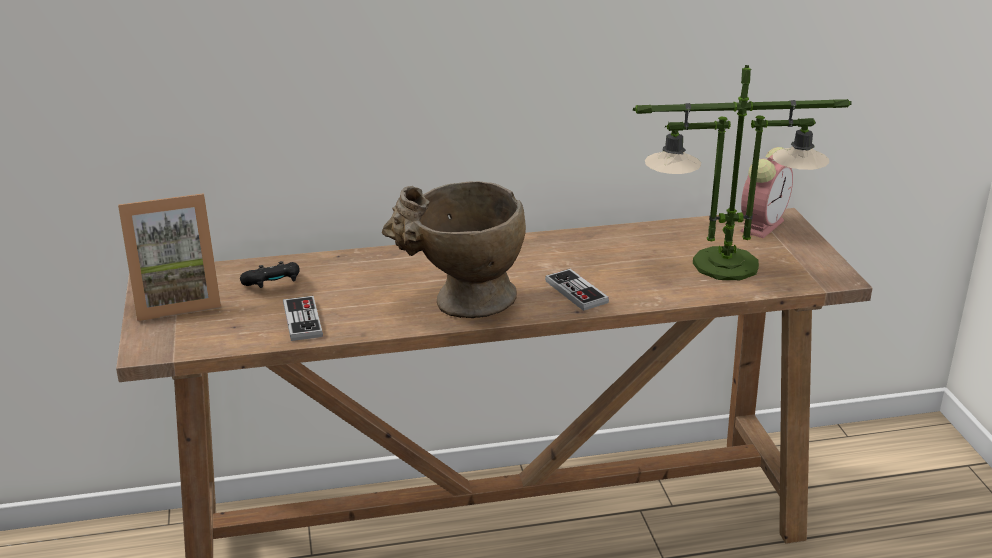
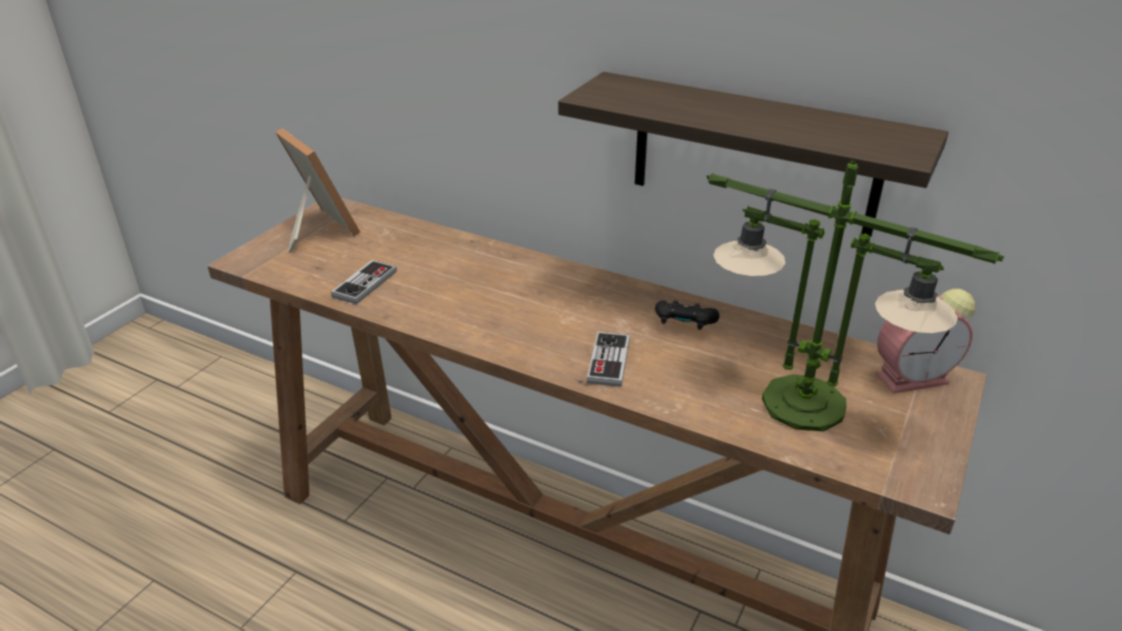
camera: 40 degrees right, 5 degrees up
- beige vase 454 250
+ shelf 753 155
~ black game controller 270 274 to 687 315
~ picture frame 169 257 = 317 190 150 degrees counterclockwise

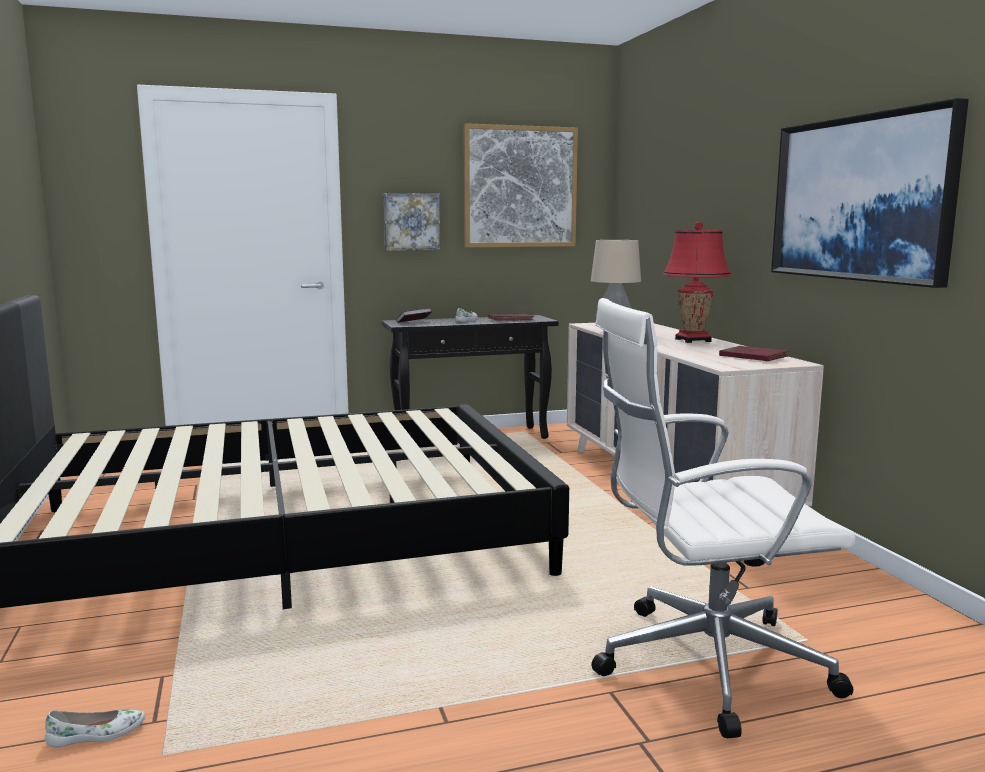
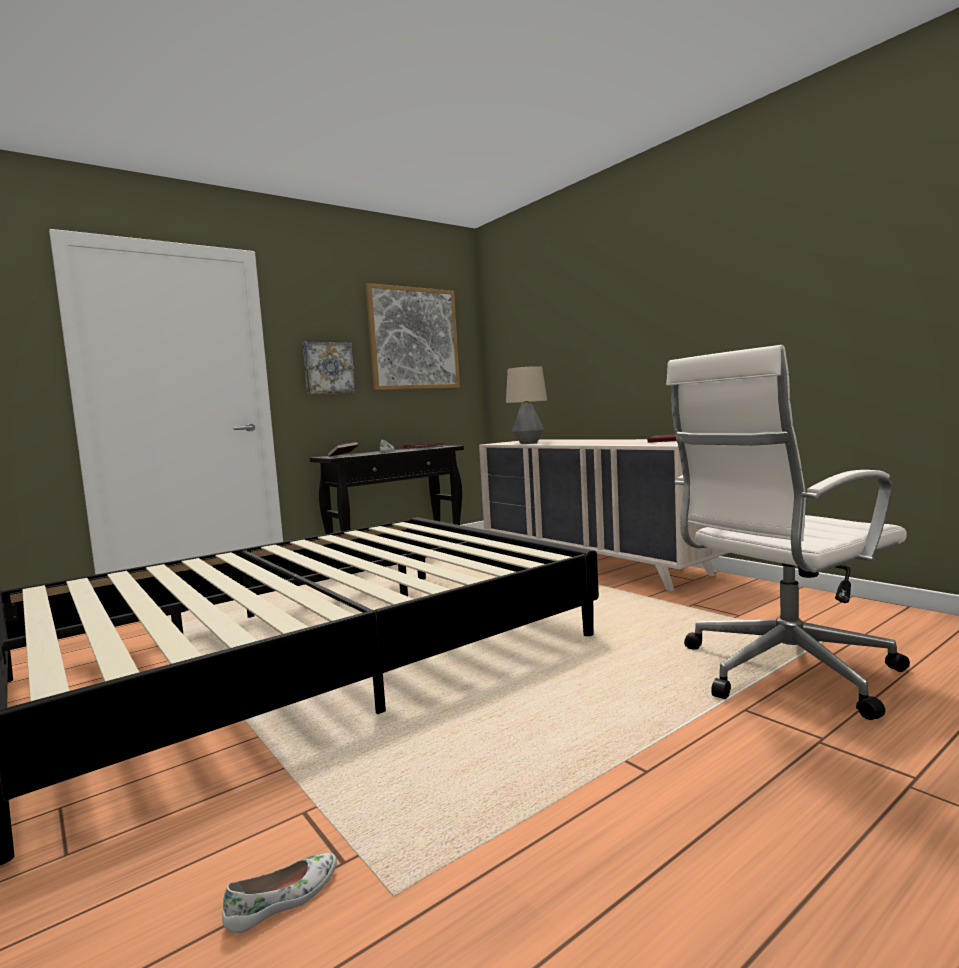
camera: 20 degrees left, 5 degrees down
- red table lamp 697 282
- picture 870 193

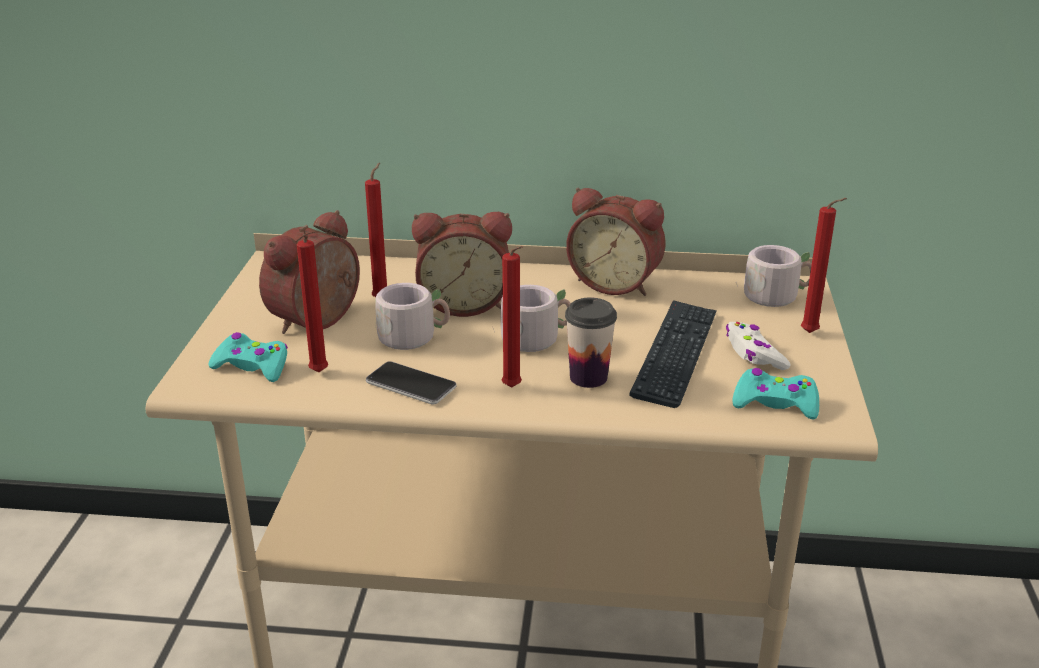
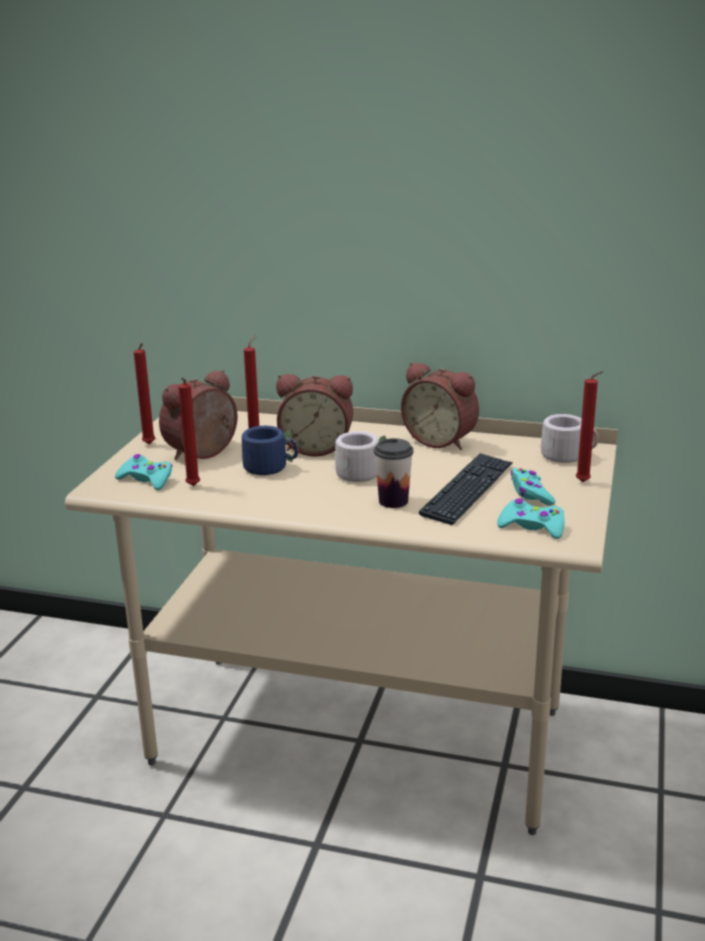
camera: 10 degrees right, 5 degrees down
- phone 411 383
~ red candle 512 316 to 144 393
~ grey mug 412 316 to blue mug 270 450
~ white game controller 758 346 to turquoise game controller 533 487

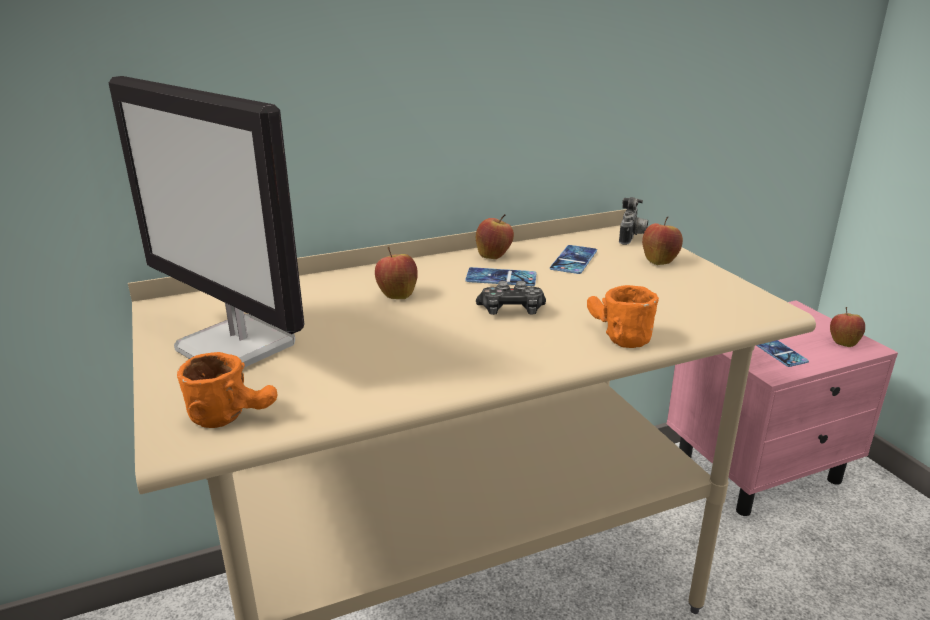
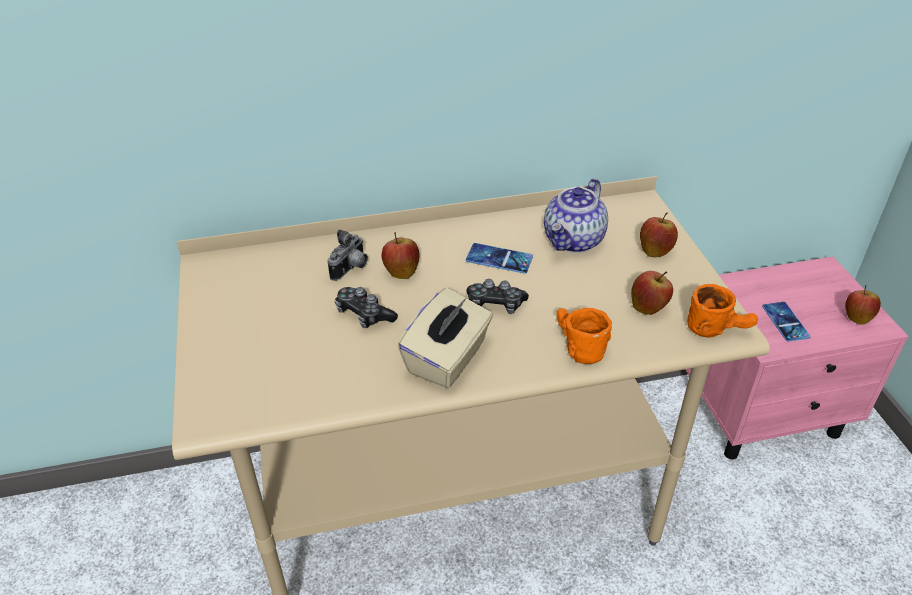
camera: 10 degrees right, 15 degrees up
- monitor 206 222
+ game controller 366 307
+ beige tissue box 445 338
~ orange mug 227 390 to 722 311
~ apple 495 236 to 652 293
~ photo camera 633 221 to 348 255
~ phone 573 259 to teapot 576 216

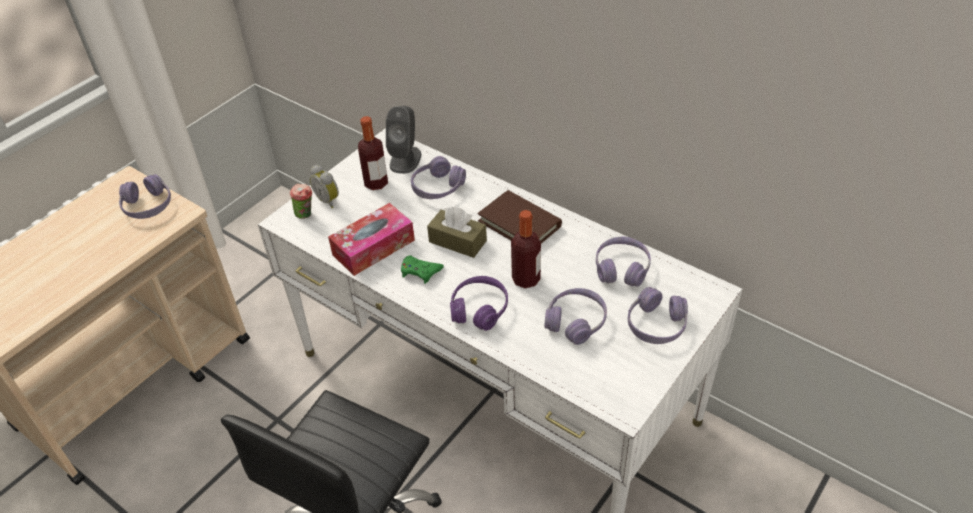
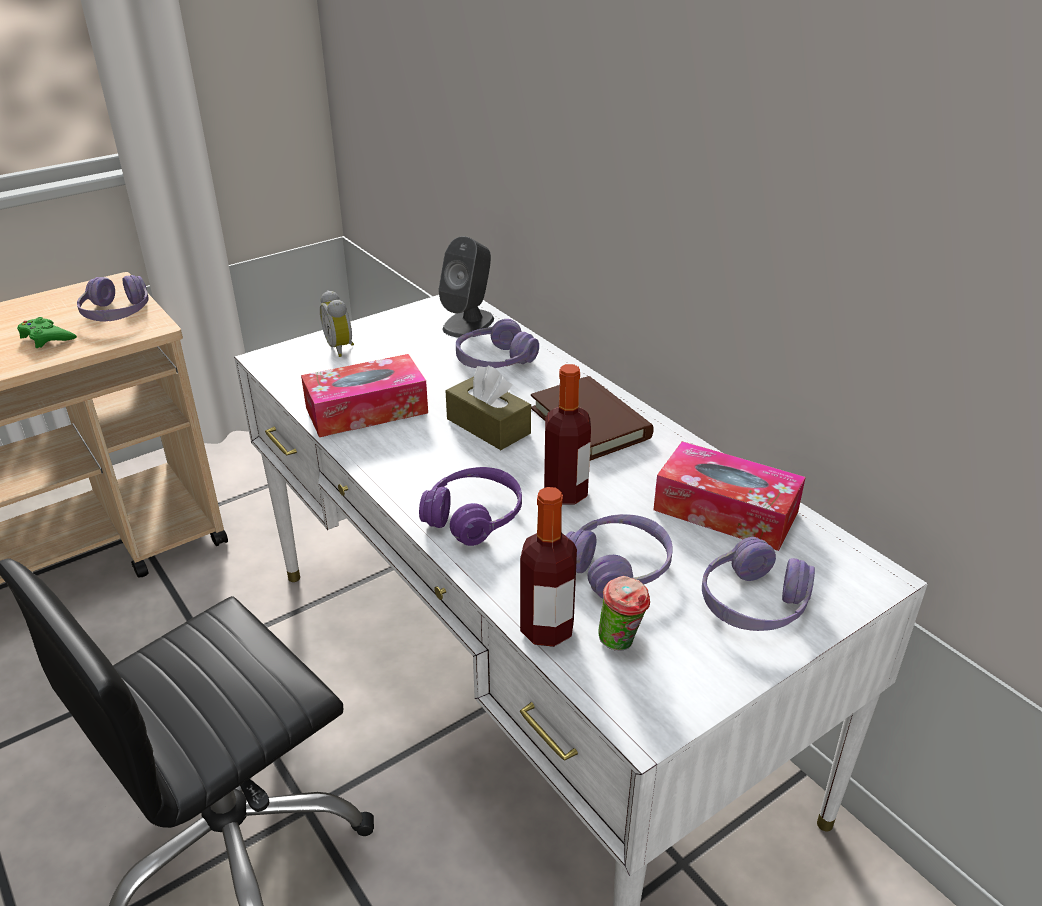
camera: 15 degrees right, 10 degrees down
~ cup 301 201 to 624 613
~ bottle 373 153 to 548 567
~ green game controller 422 269 to 47 332
~ purple headphones 623 262 to tissue box 730 496

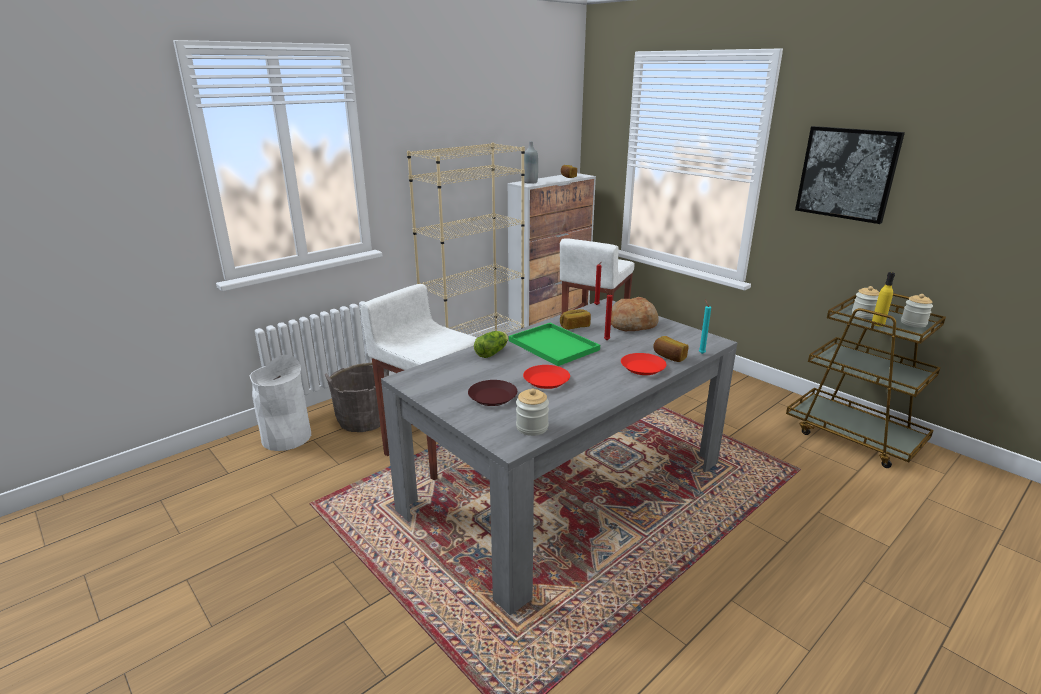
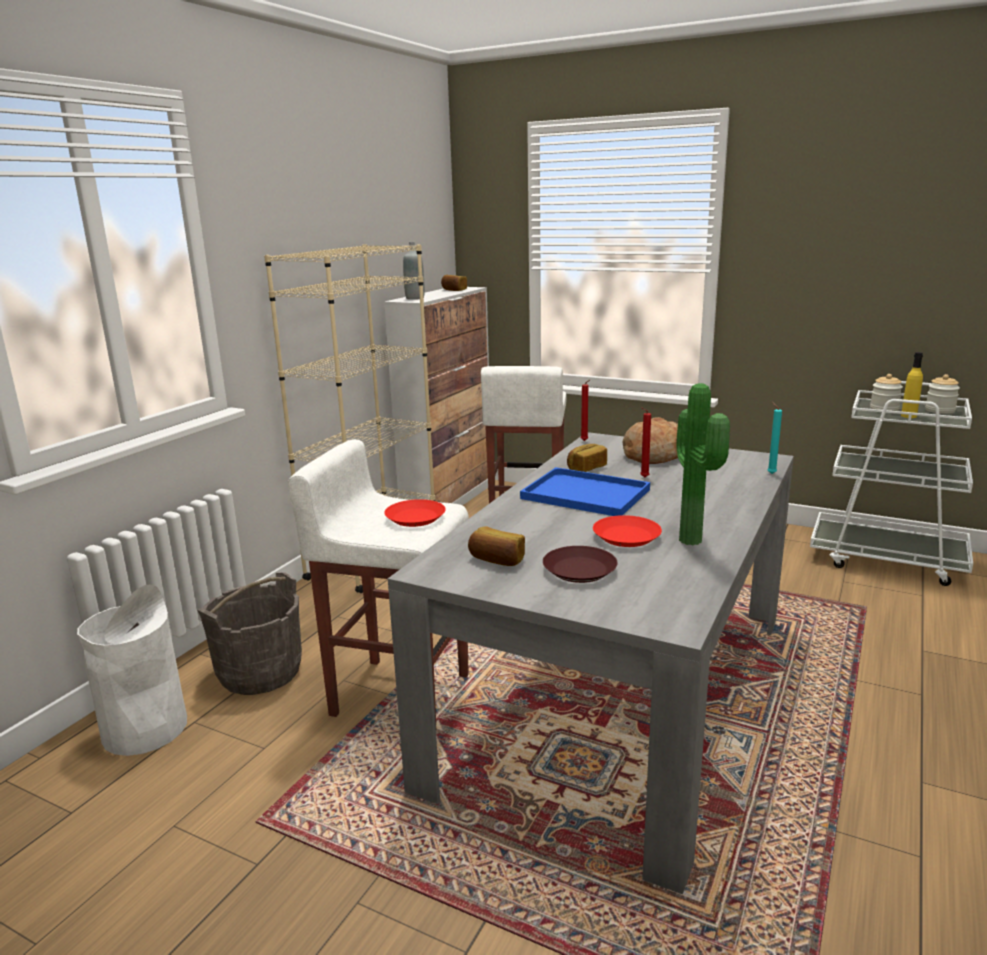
camera: 20 degrees left, 5 degrees down
- lettuce 491 344
- jar 532 412
- picture 850 175
+ potted plant 703 464
~ red plate 644 364 to 415 513
~ bread 671 349 to 496 546
~ green tray 554 344 to blue tray 585 491
~ brown cart 866 380 to white cart 891 483

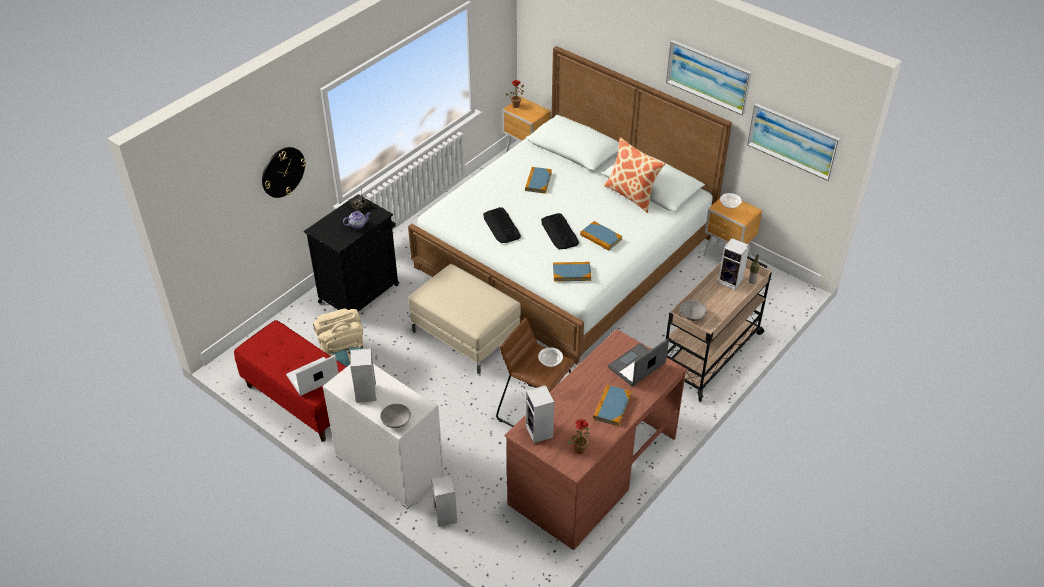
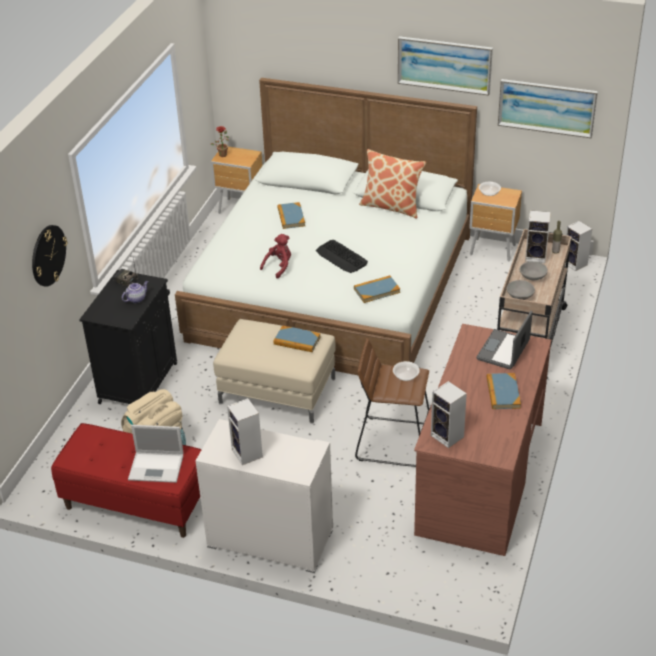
camera: 20 degrees left, 5 degrees down
- potted plant 578 436
~ grey bowl 395 416 to 534 270
~ speaker 444 501 to 578 246
~ book 601 235 to 297 338
~ keyboard 502 225 to red plush toy 275 256
~ laptop 312 375 = 156 454 120 degrees counterclockwise

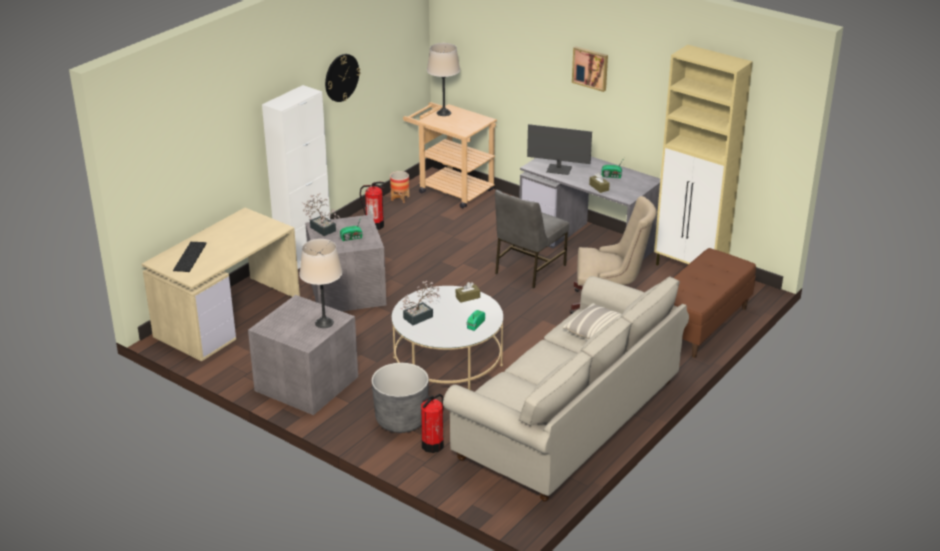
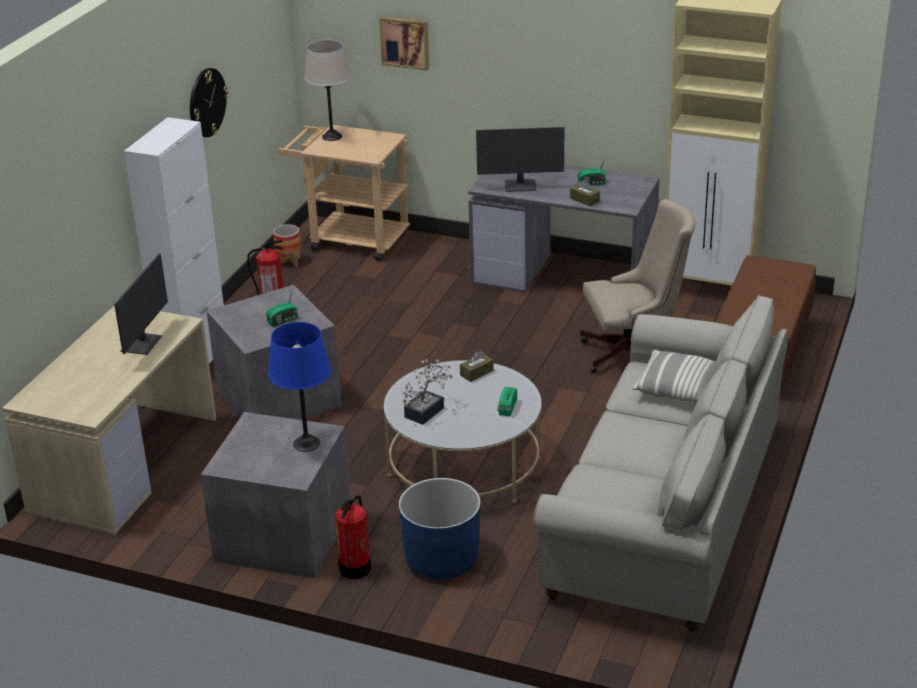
camera: 15 degrees left, 0 degrees up
- keyboard 190 257
- potted plant 320 214
- grey chair 532 239
+ monitor 141 304
~ fire extinguisher 432 423 to 353 537
~ picture 590 69 to 404 44
~ beige table lamp 320 283 to blue table lamp 299 387
~ grey planter 400 398 to blue planter 440 528

